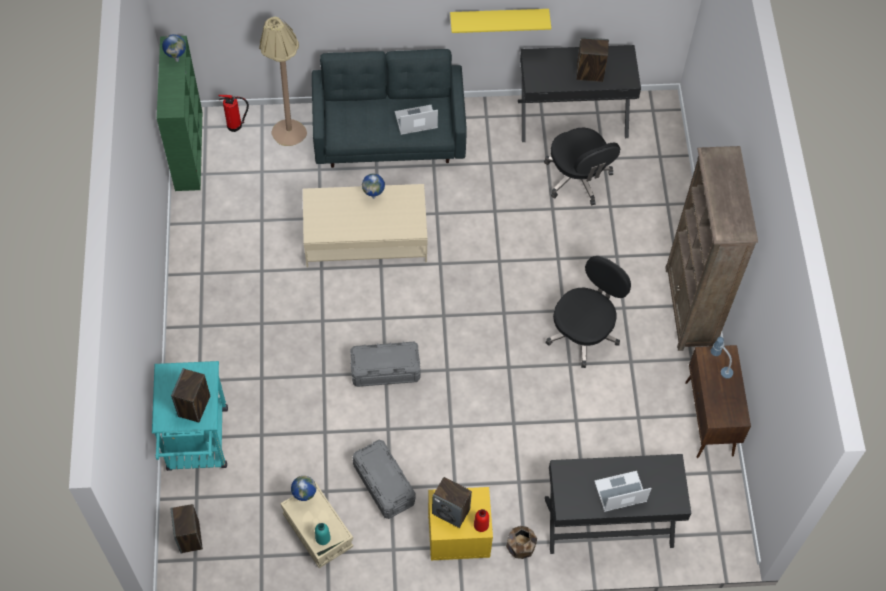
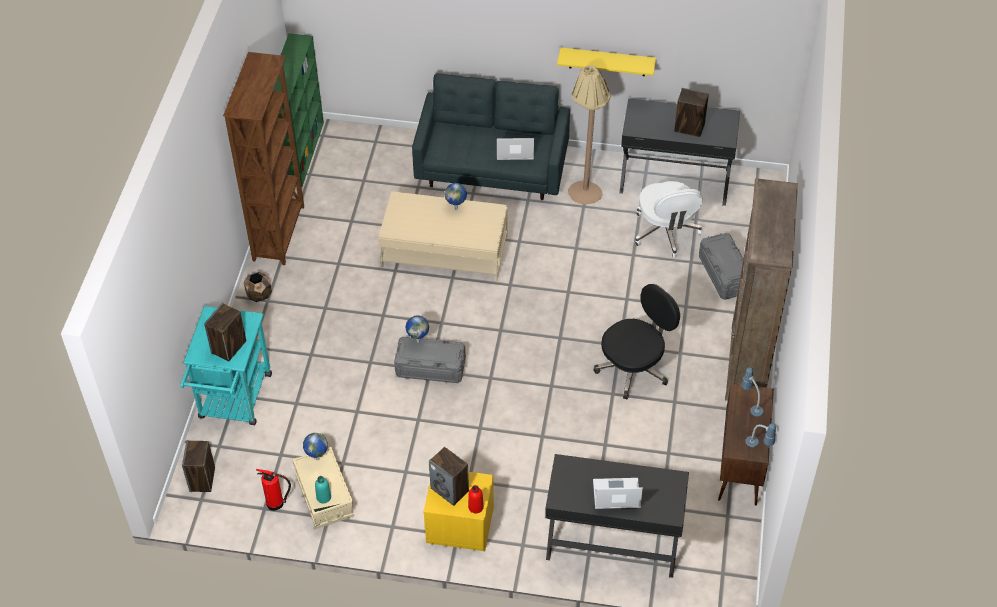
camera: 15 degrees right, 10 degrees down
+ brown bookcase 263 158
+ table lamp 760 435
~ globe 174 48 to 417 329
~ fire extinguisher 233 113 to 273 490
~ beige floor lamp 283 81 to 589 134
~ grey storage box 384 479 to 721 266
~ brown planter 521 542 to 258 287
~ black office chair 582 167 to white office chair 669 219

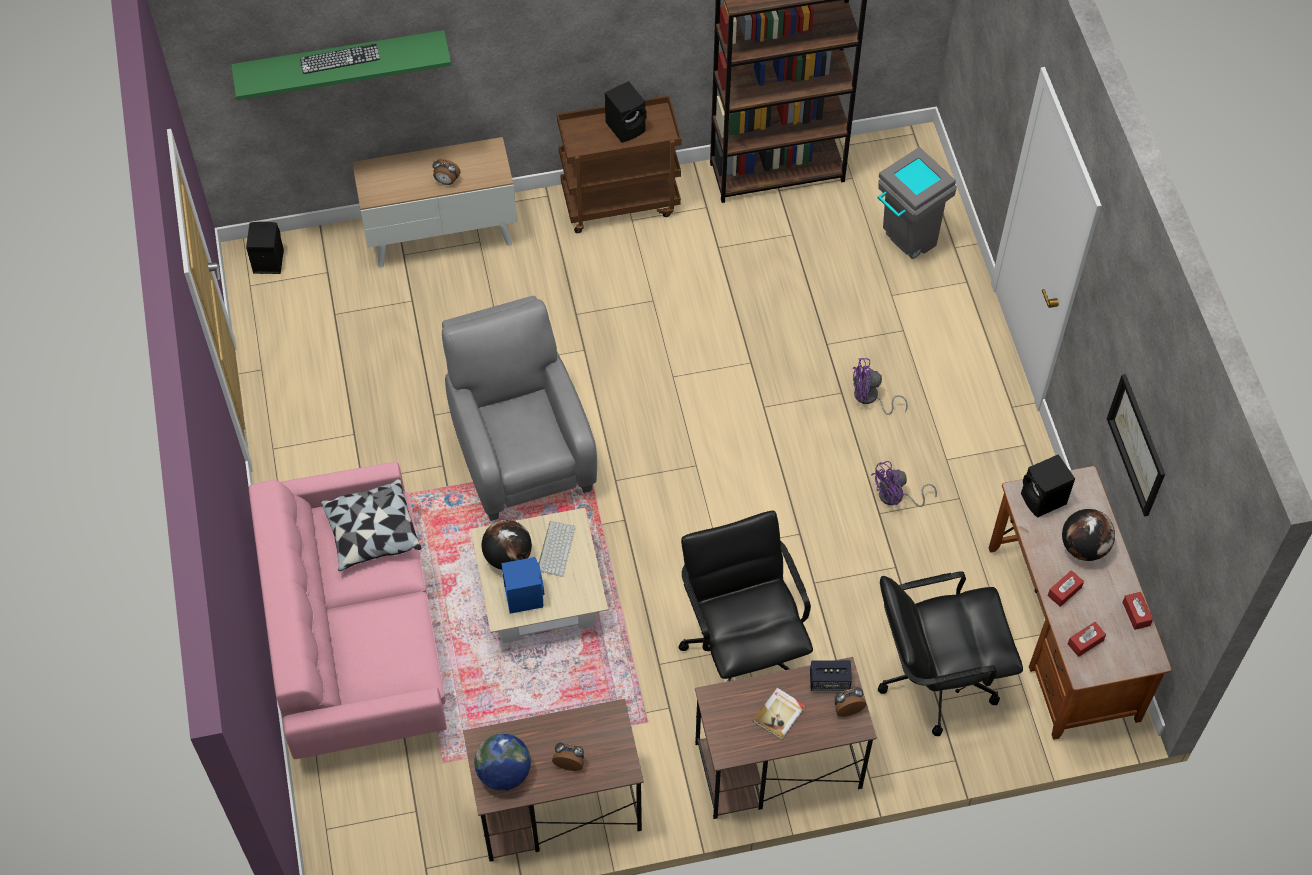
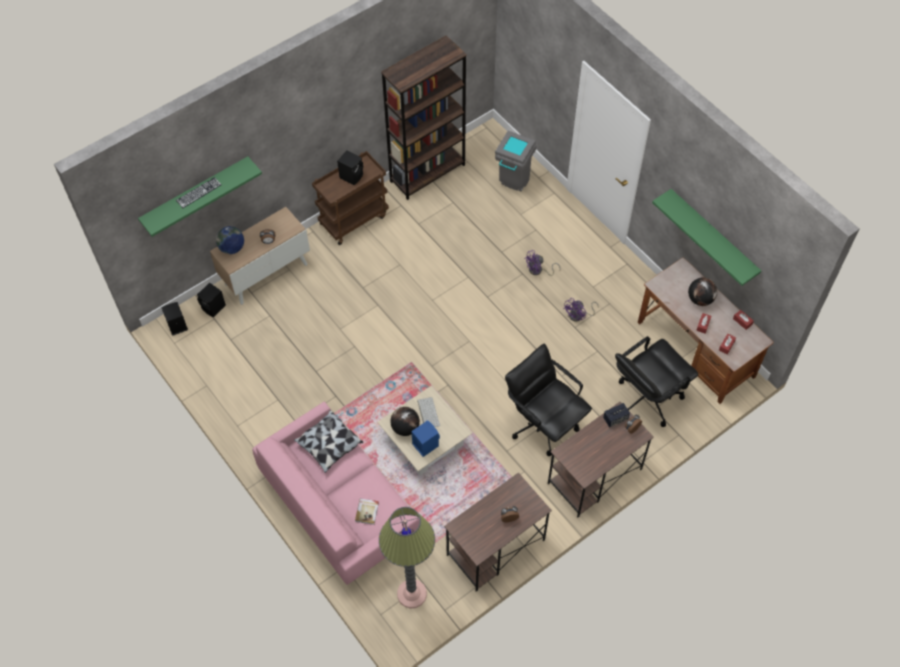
camera: 25 degrees left, 0 degrees up
- grey armchair 519 408
+ floor lamp 407 557
~ globe 502 762 to 230 240
~ book 779 714 to 367 511
~ black speaker 1048 486 to 211 300
~ picture 1136 445 to green shelf 706 237

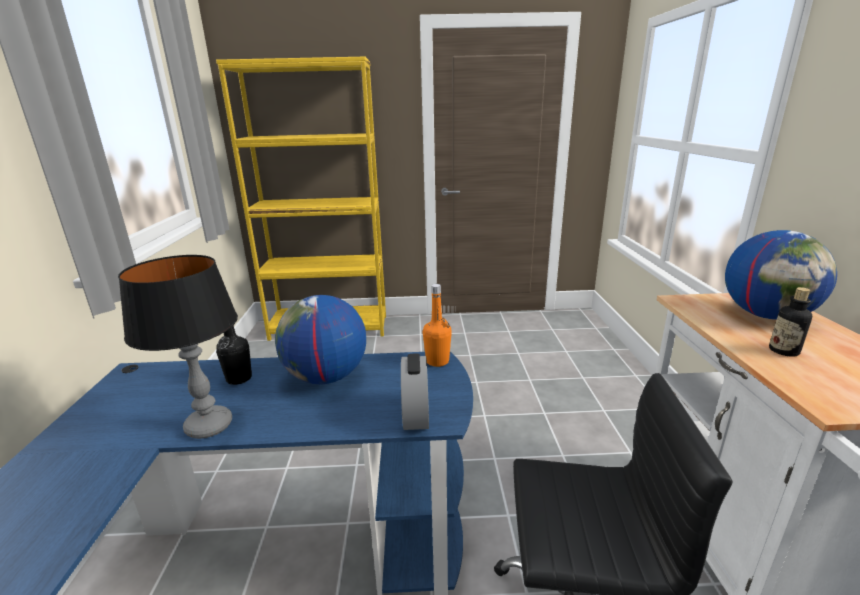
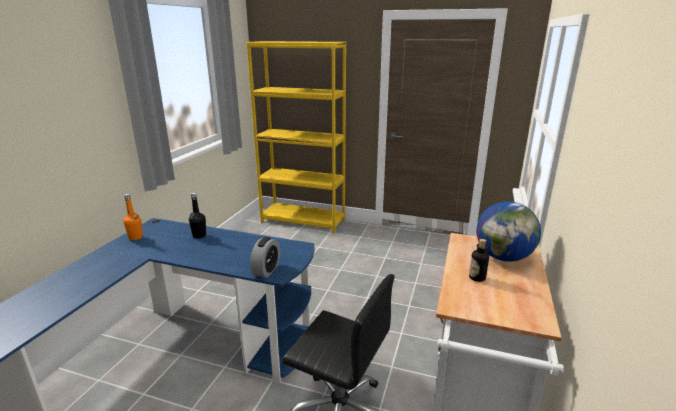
camera: 20 degrees right, 0 degrees up
- table lamp 178 347
- globe 320 339
~ orange bottle 437 325 to 133 217

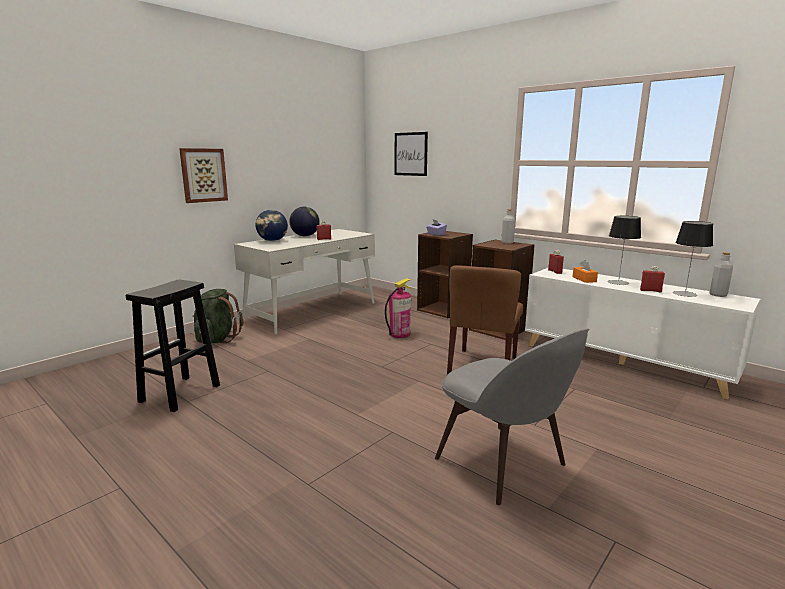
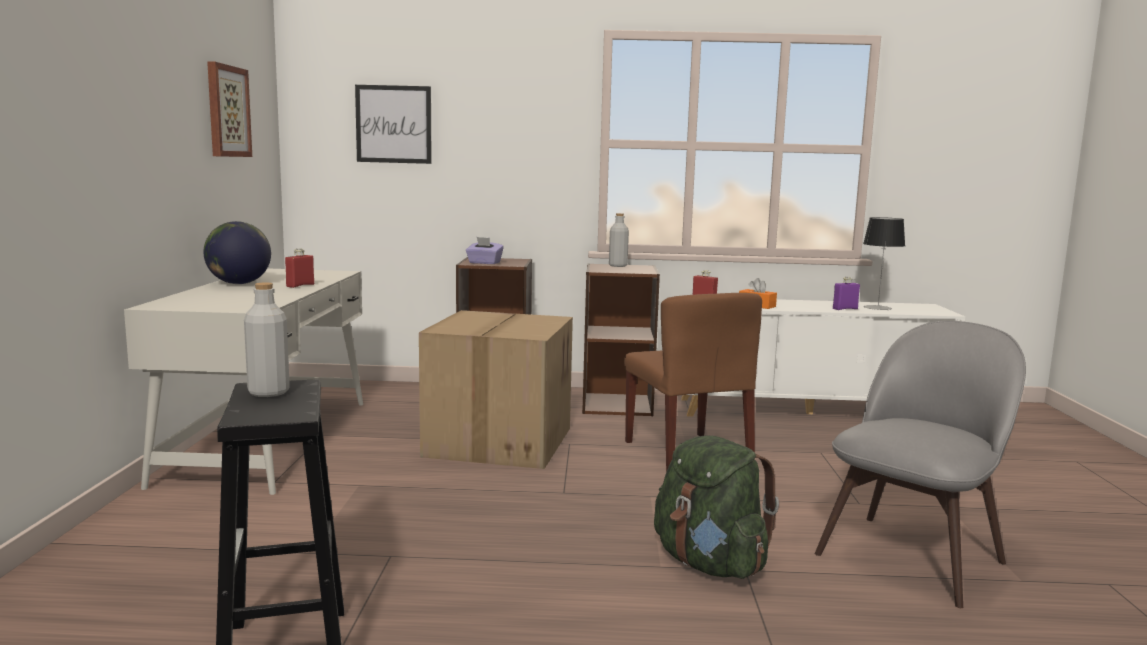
camera: 40 degrees left, 5 degrees down
- globe 271 225
- table lamp 624 250
~ picture 203 175 to 229 109
~ green backpack 218 316 to 716 507
~ grey bottle 721 274 to 267 340
~ fire extinguisher 398 308 to cardboard box 496 389
~ red bottle 652 279 to purple bottle 846 293
~ grey chair 512 417 = 920 464 60 degrees counterclockwise

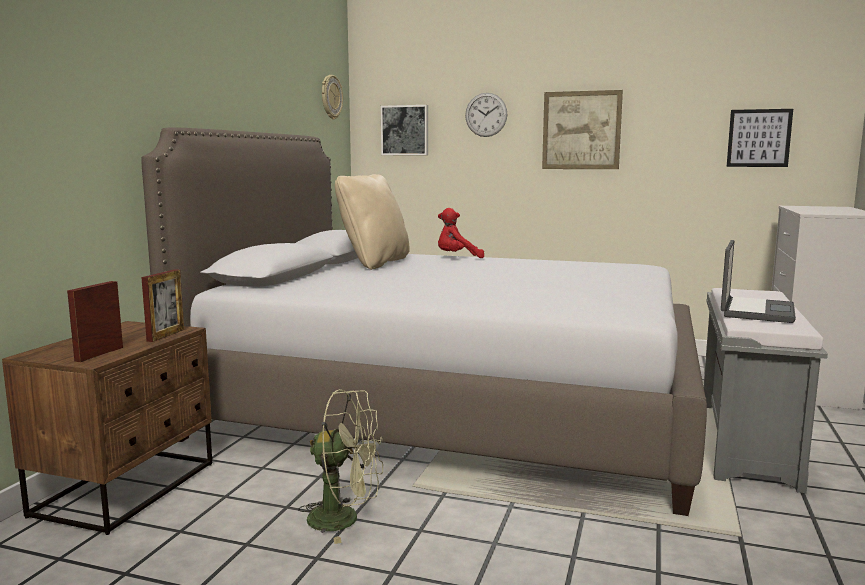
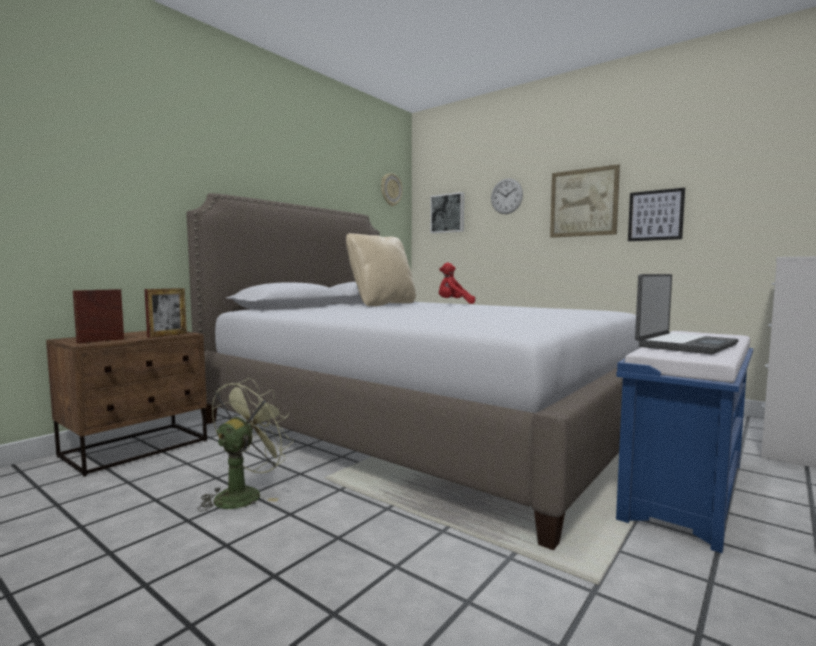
camera: 20 degrees right, 5 degrees down
~ picture 760 138 to 656 214
~ grey bench 766 390 to blue bench 684 442
~ green fan 340 466 = 246 444 90 degrees counterclockwise

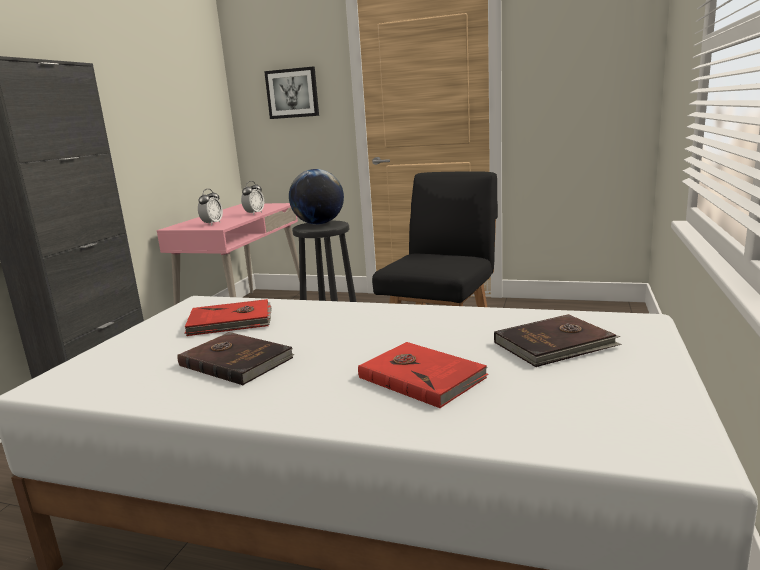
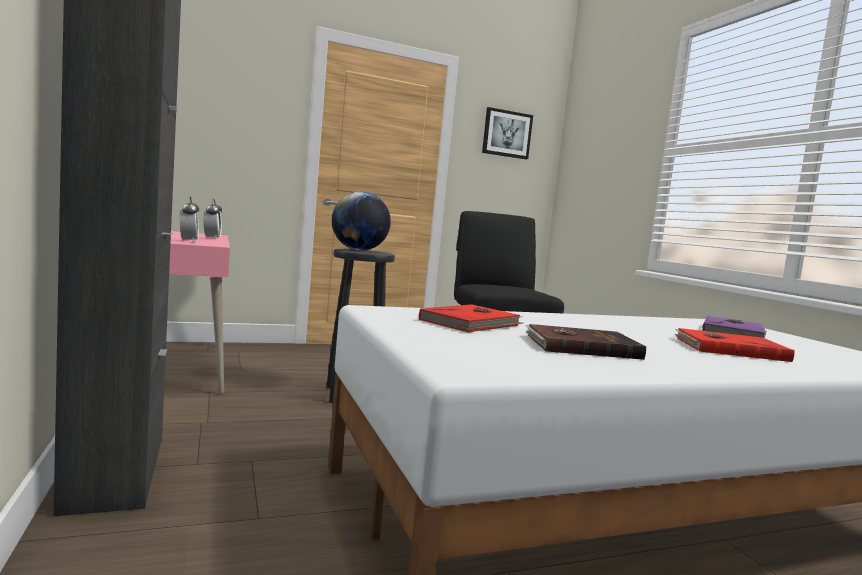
camera: 40 degrees left, 10 degrees down
~ picture 291 93 to 507 133
~ brown book 557 340 to purple book 734 327

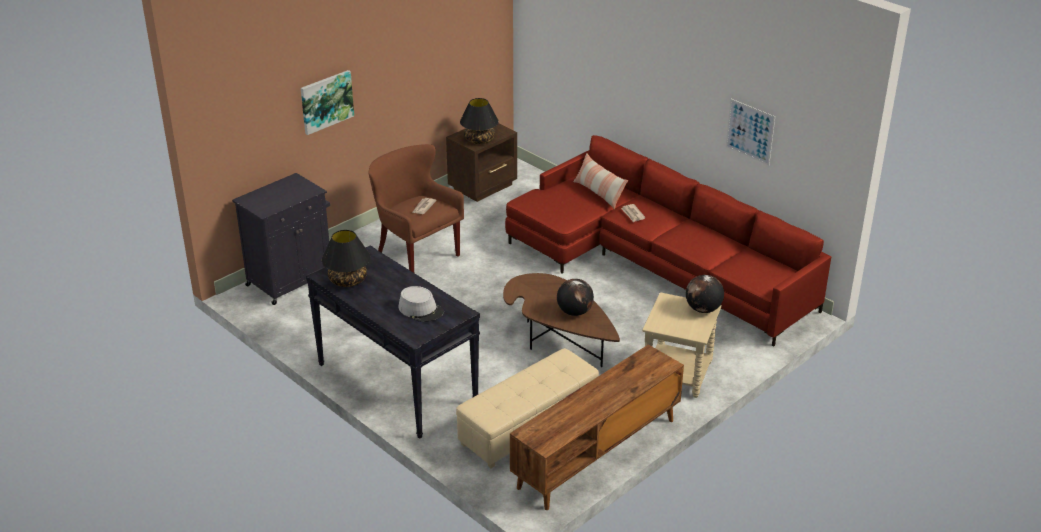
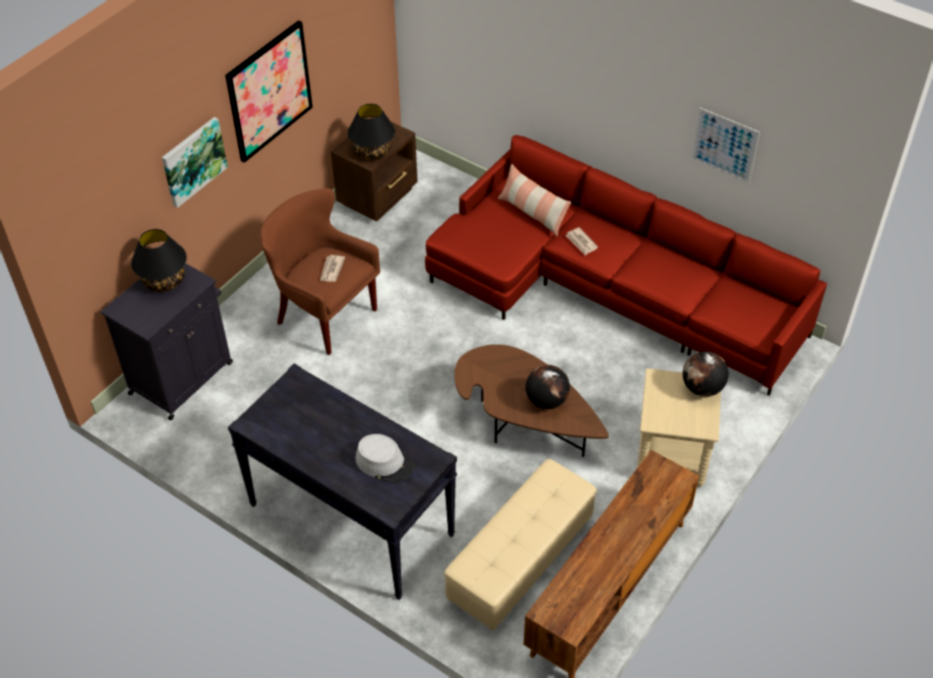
camera: 10 degrees left, 15 degrees up
+ picture 269 91
~ black table lamp 346 258 to 159 260

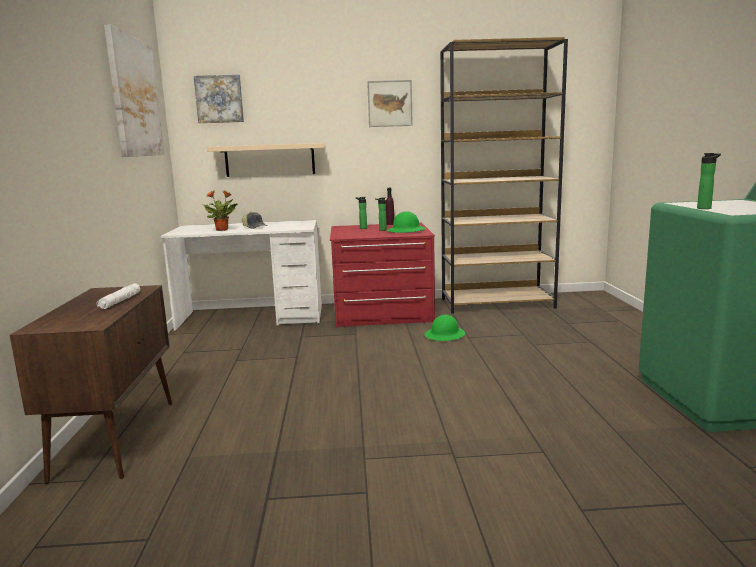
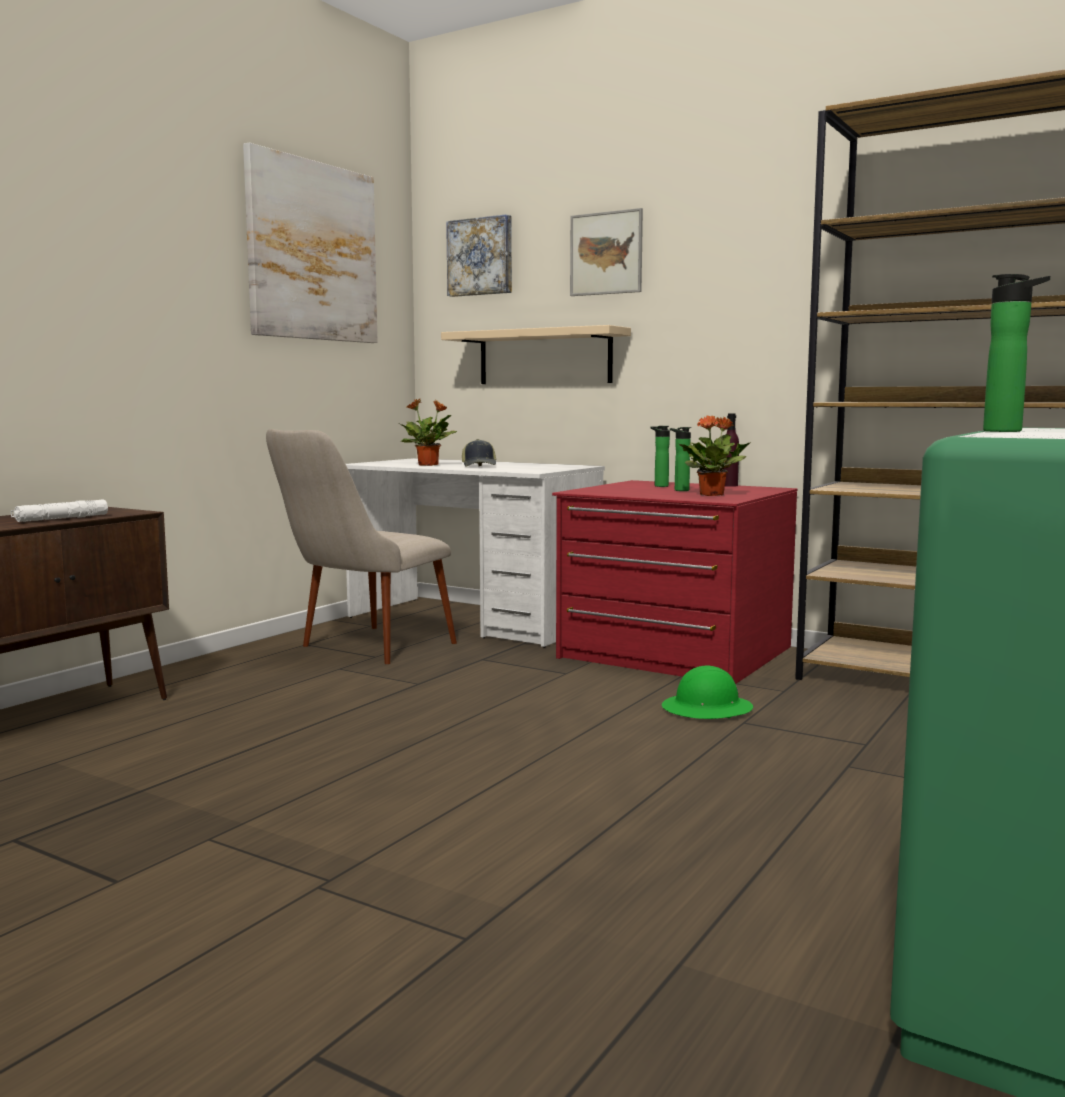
camera: 35 degrees right, 5 degrees down
+ beige chair 361 546
~ picture 390 103 to 606 252
~ green hard hat 406 222 to potted plant 715 455

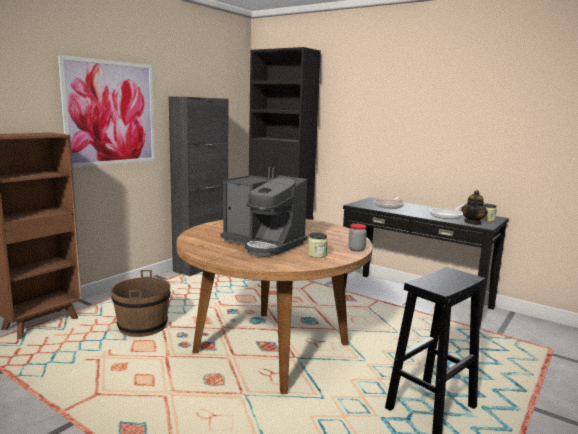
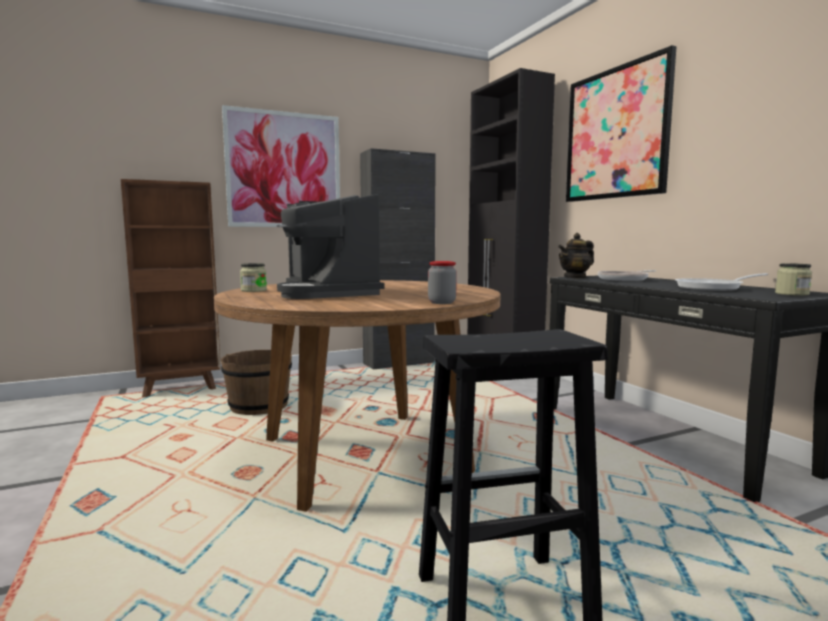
camera: 30 degrees right, 5 degrees down
+ picture 621 123
~ jar 317 245 to 253 277
~ teapot 474 207 to 576 256

